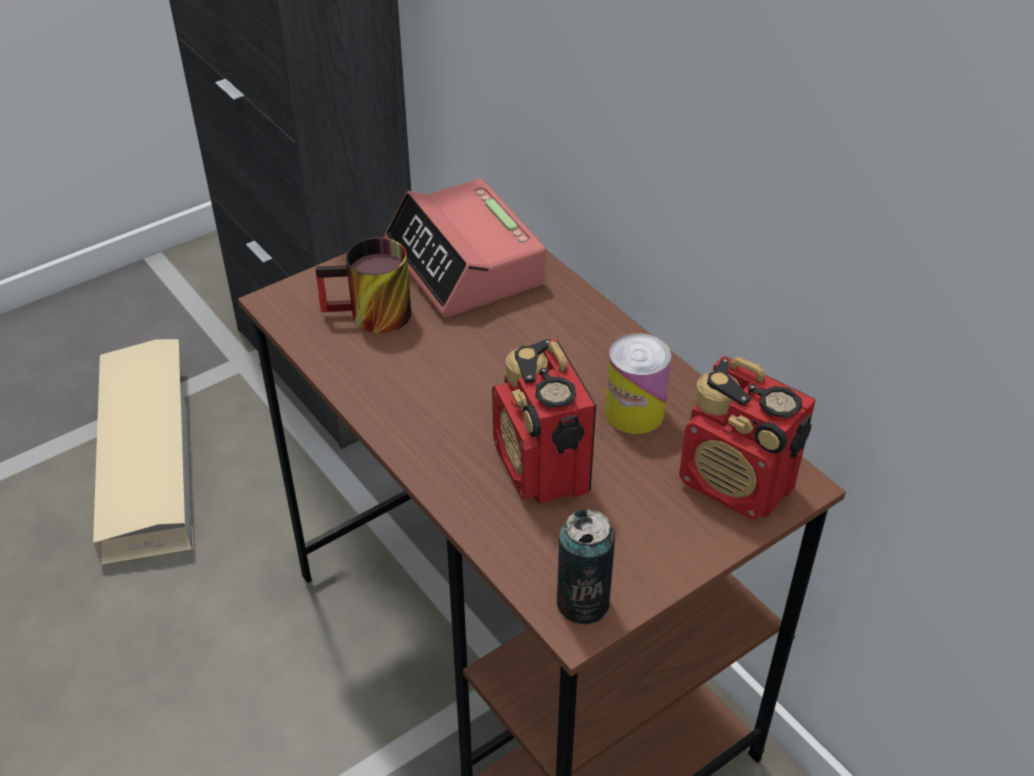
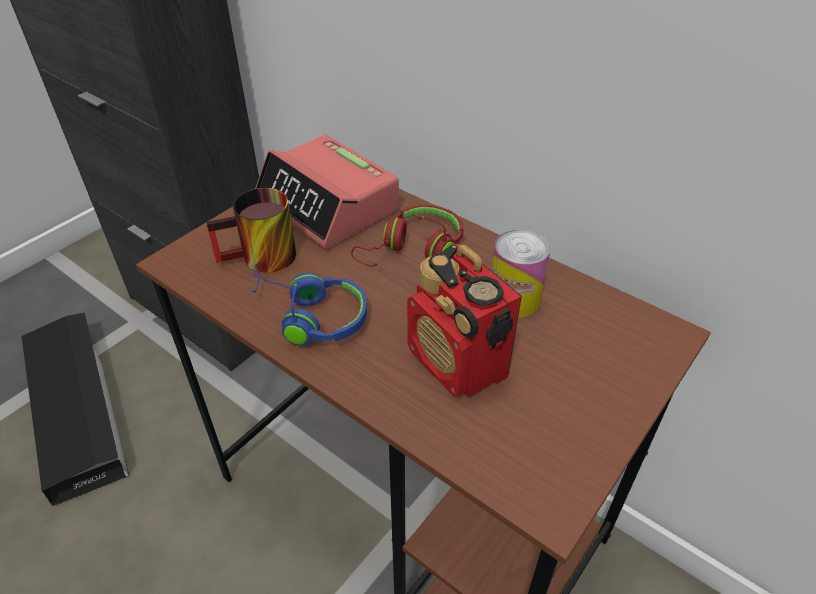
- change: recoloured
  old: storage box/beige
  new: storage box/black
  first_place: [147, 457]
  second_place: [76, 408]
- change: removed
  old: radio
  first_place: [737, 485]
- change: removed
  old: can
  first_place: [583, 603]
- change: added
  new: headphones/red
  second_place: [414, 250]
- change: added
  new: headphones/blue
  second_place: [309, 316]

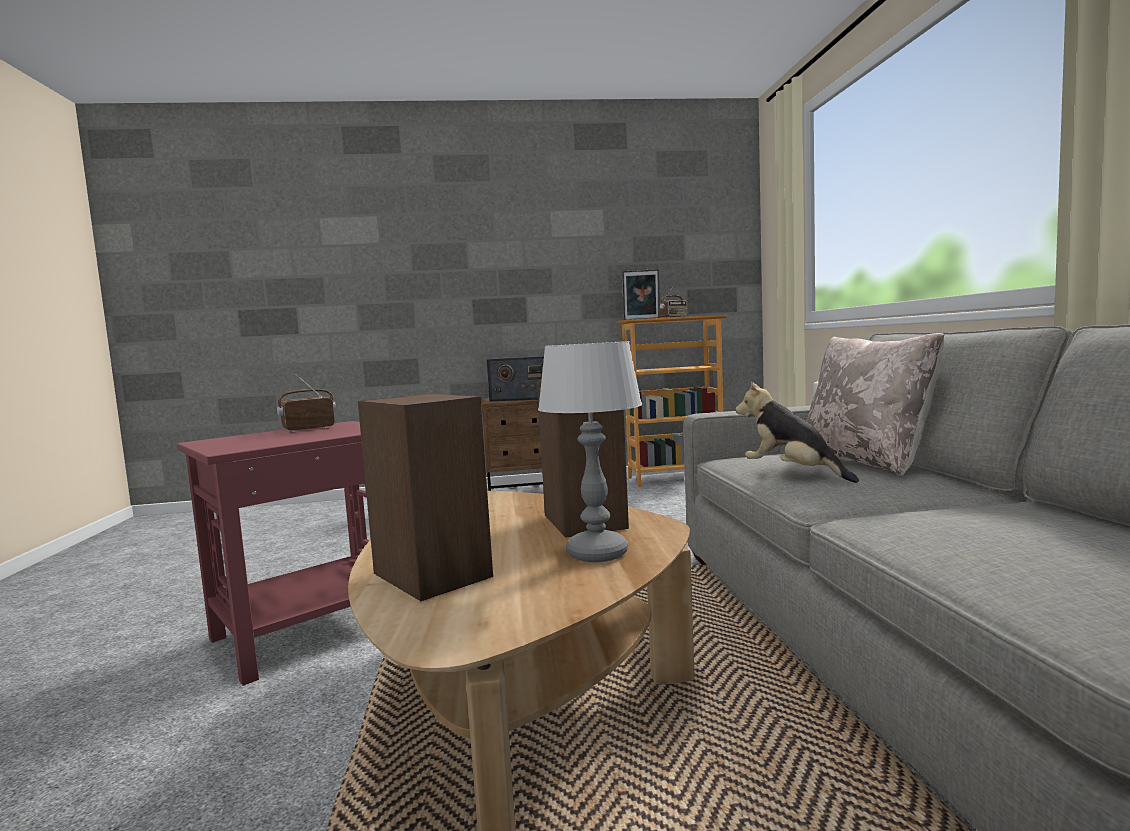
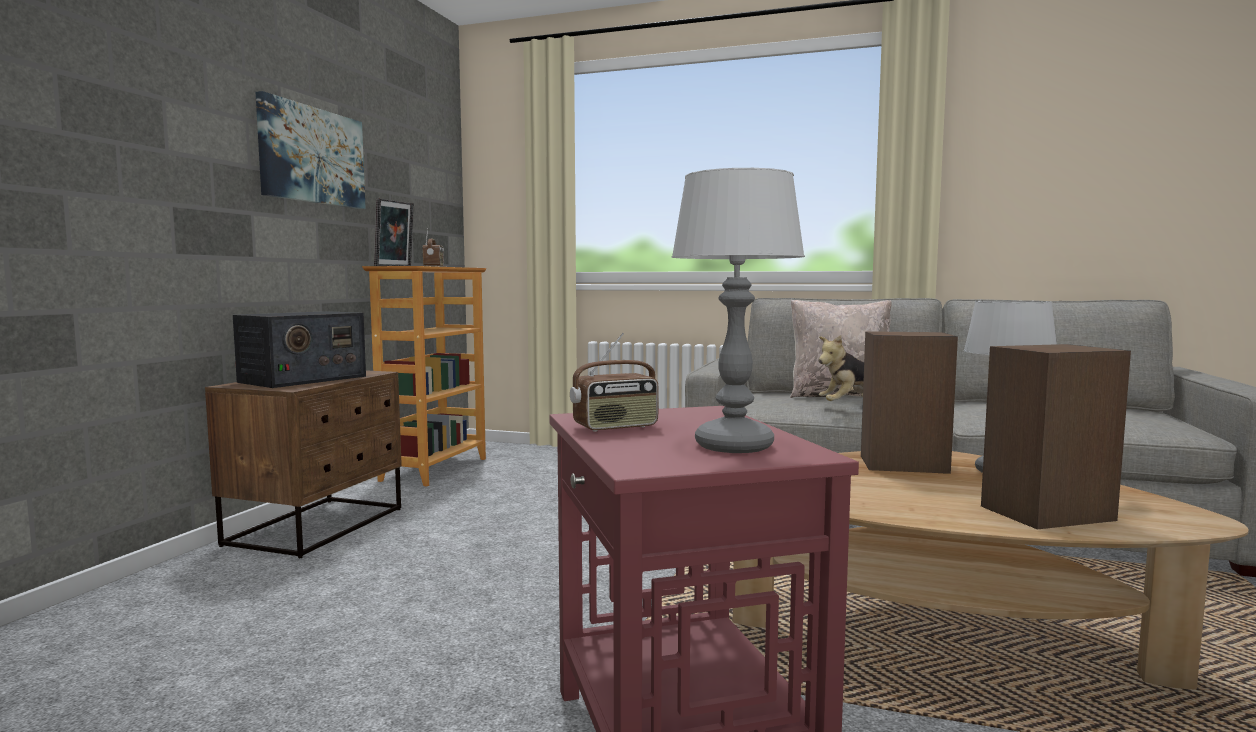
- change: turned
  old: radio
  first_place: [308, 429]
  second_place: [616, 427]
  degrees: -105
- change: added
  new: picture
  second_place: [312, 155]
- change: added
  new: table lamp
  second_place: [732, 445]

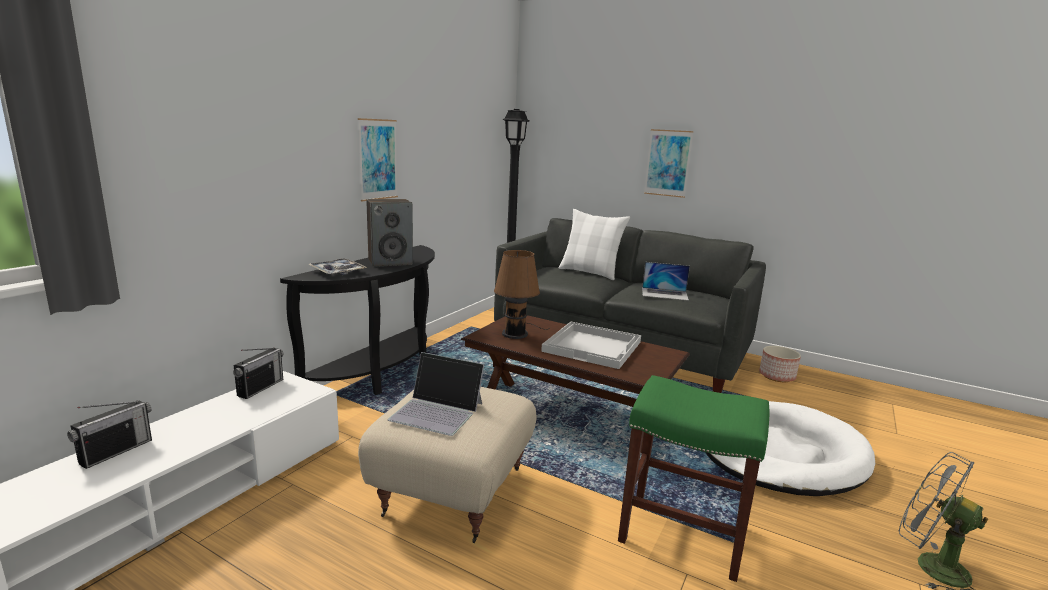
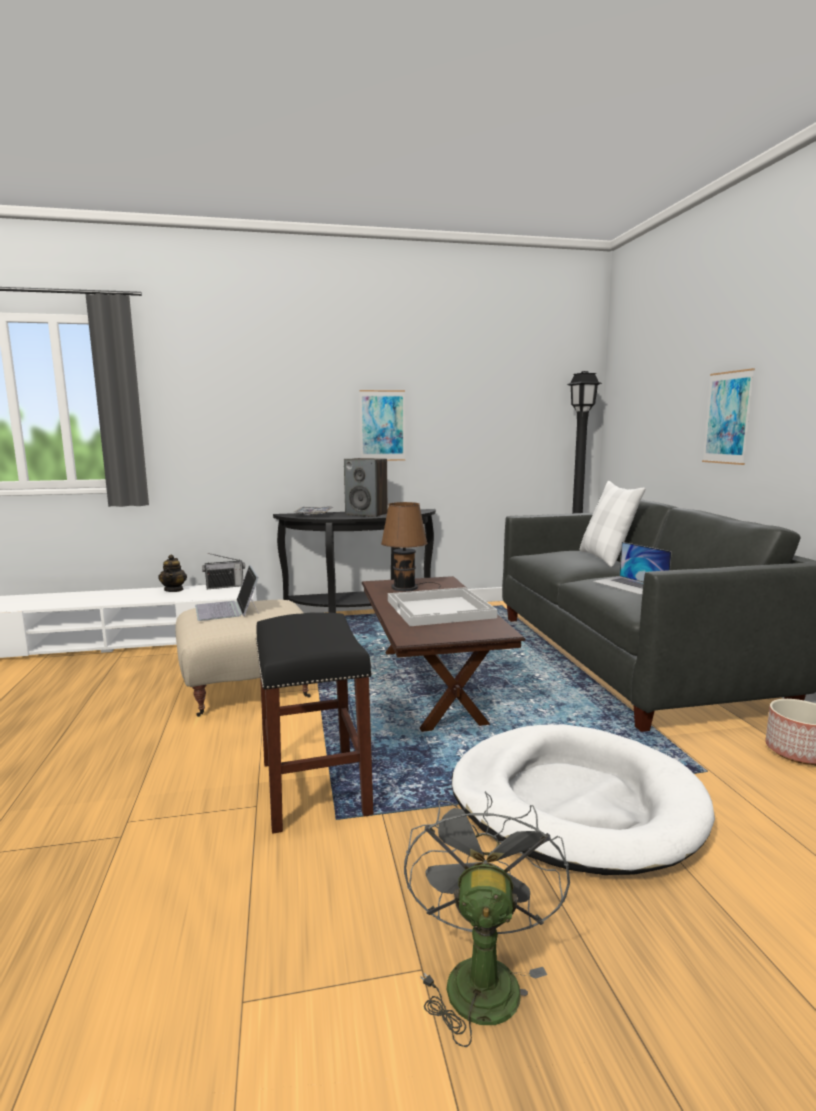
- change: recoloured
  old: stool/green
  new: stool/black
  first_place: [684, 533]
  second_place: [316, 788]
- change: removed
  old: radio
  first_place: [116, 451]
- change: added
  new: teapot
  second_place: [174, 590]

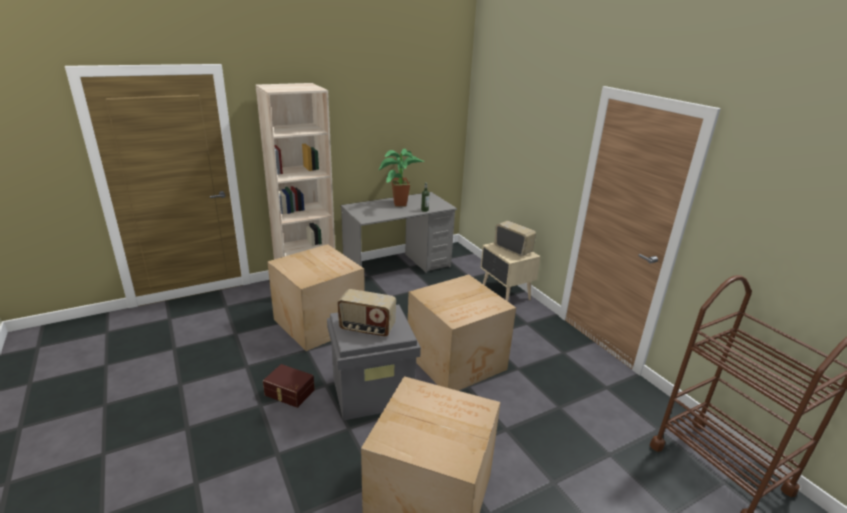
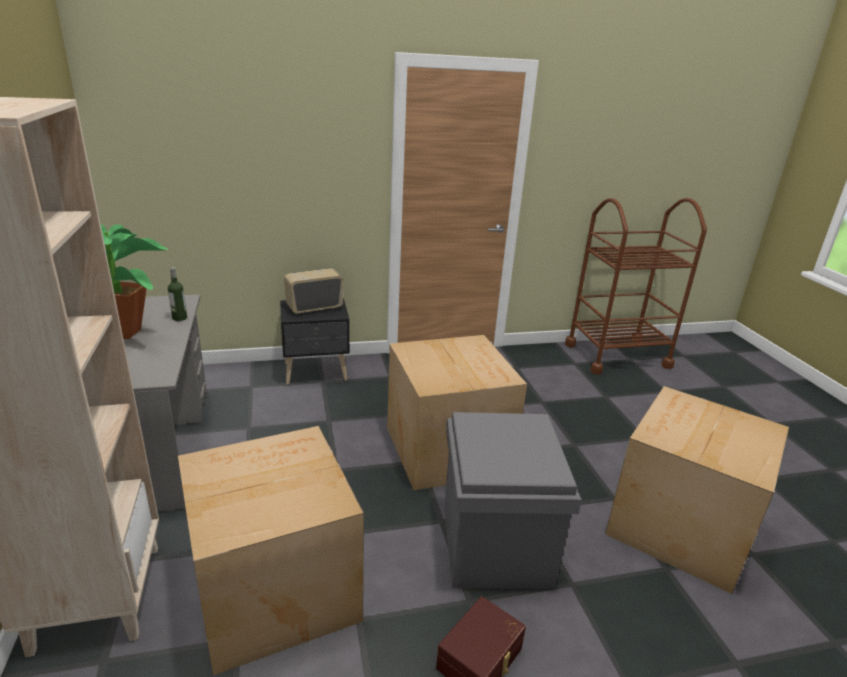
- change: recoloured
  old: nightstand/beige
  new: nightstand/black
  first_place: [505, 294]
  second_place: [316, 372]
- change: removed
  old: radio
  first_place: [367, 328]

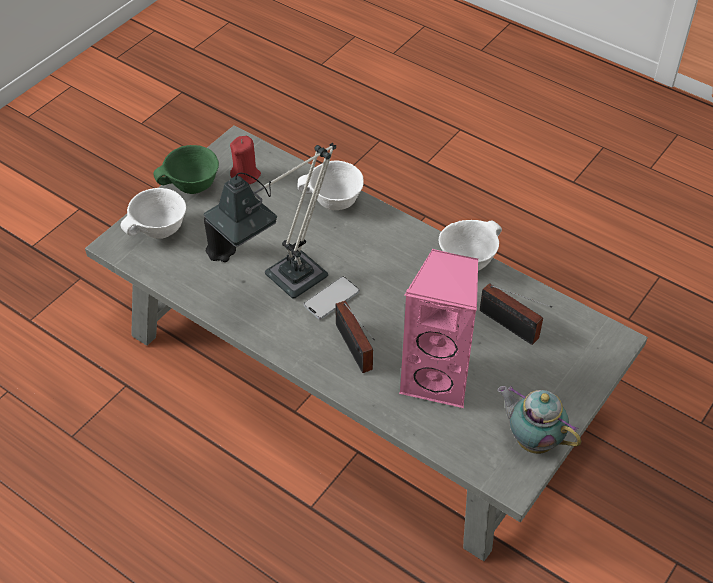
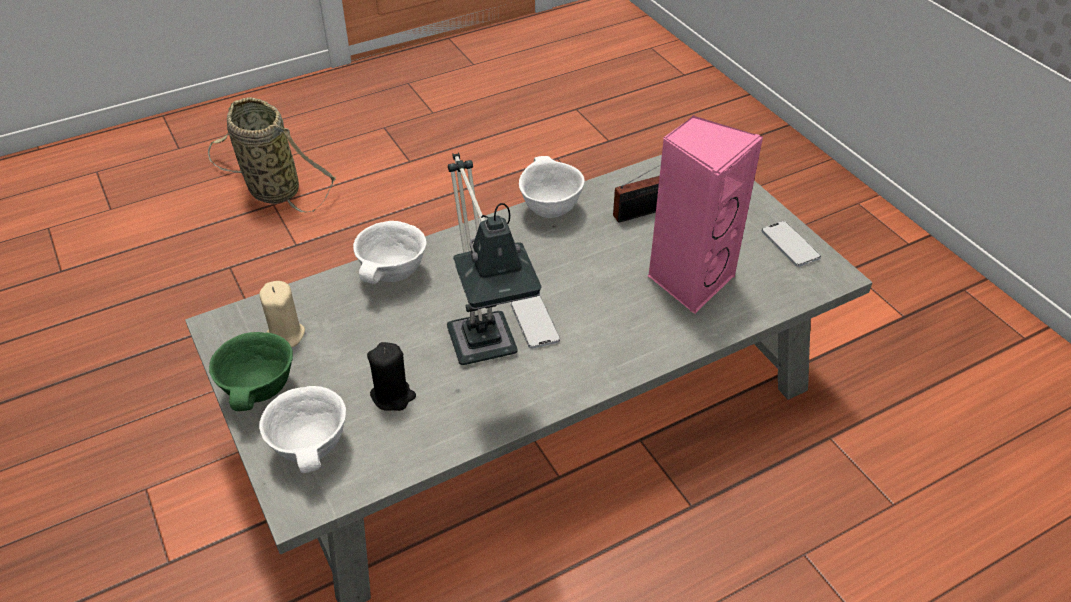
- change: recoloured
  old: candle/red
  new: candle/beige
  first_place: [246, 176]
  second_place: [285, 335]
- change: removed
  old: radio
  first_place: [354, 350]
- change: replaced
  old: teapot
  new: phone
  first_place: [532, 439]
  second_place: [790, 245]
- change: added
  new: basket
  second_place: [270, 189]

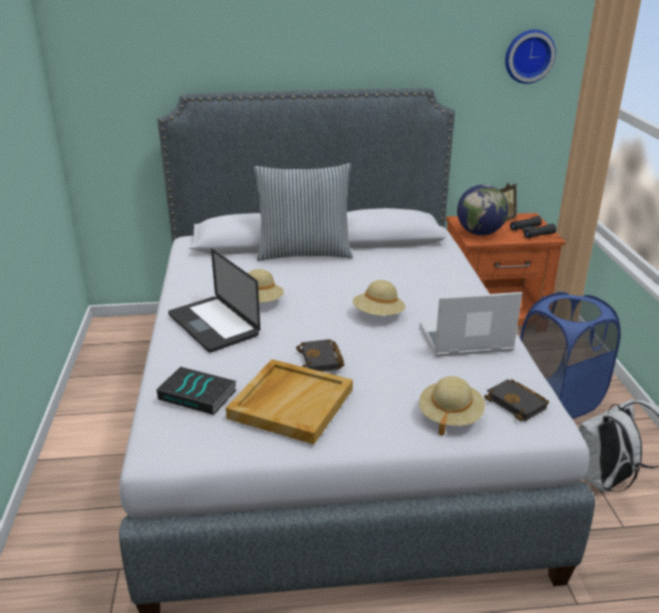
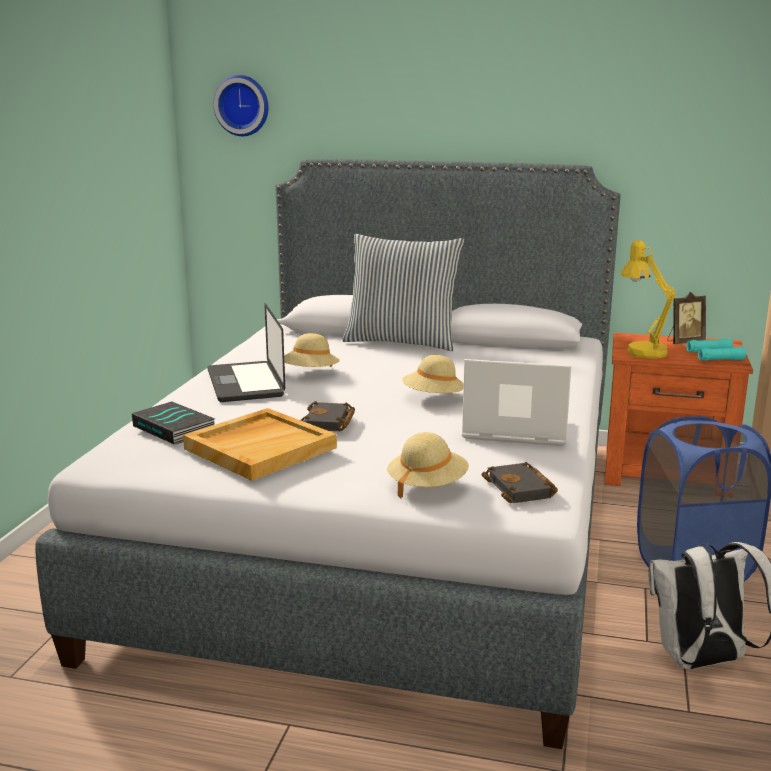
- change: moved
  old: wall clock
  first_place: [528, 56]
  second_place: [243, 105]
- change: replaced
  old: globe
  new: table lamp/yellow
  first_place: [479, 233]
  second_place: [641, 350]
- change: recoloured
  old: binoculars/black
  new: binoculars/turquoise
  first_place: [531, 231]
  second_place: [714, 356]

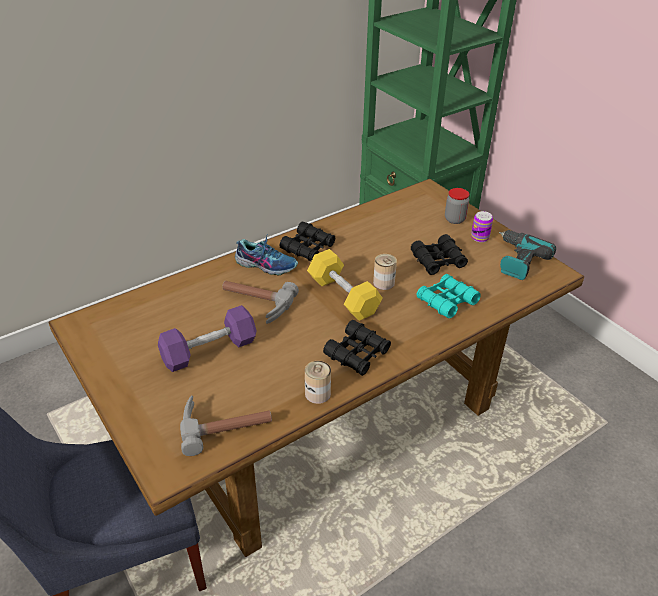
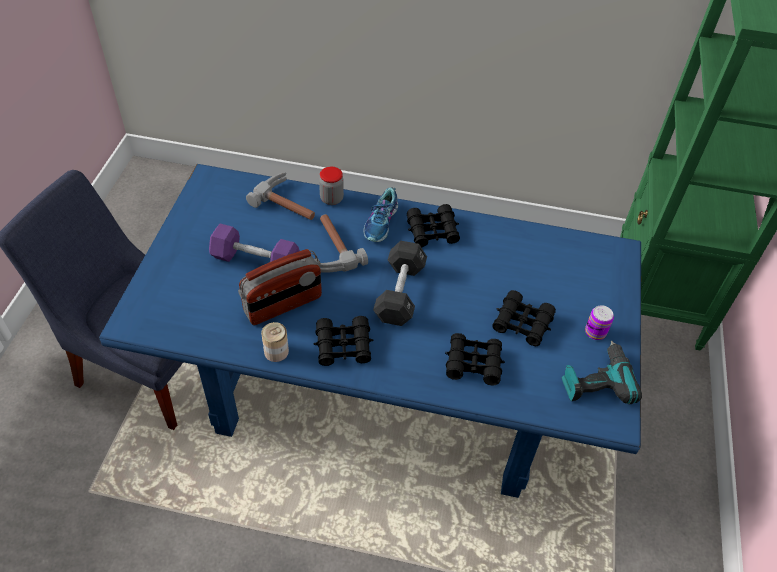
- change: recoloured
  old: dining table/brown
  new: dining table/blue
  first_place: [327, 416]
  second_place: [384, 387]
- change: moved
  old: jar
  first_place: [454, 219]
  second_place: [331, 199]
- change: turned
  old: shoe
  first_place: [266, 264]
  second_place: [381, 223]
  degrees: 45
- change: recoloured
  old: dumbbell/yellow
  new: dumbbell/black
  first_place: [343, 296]
  second_place: [400, 293]
- change: removed
  old: can
  first_place: [383, 283]
- change: recoloured
  old: binoculars/turquoise
  new: binoculars/black
  first_place: [446, 301]
  second_place: [473, 363]
- change: moved
  old: hammer
  first_place: [225, 423]
  second_place: [289, 203]
- change: added
  new: radio
  second_place: [283, 305]

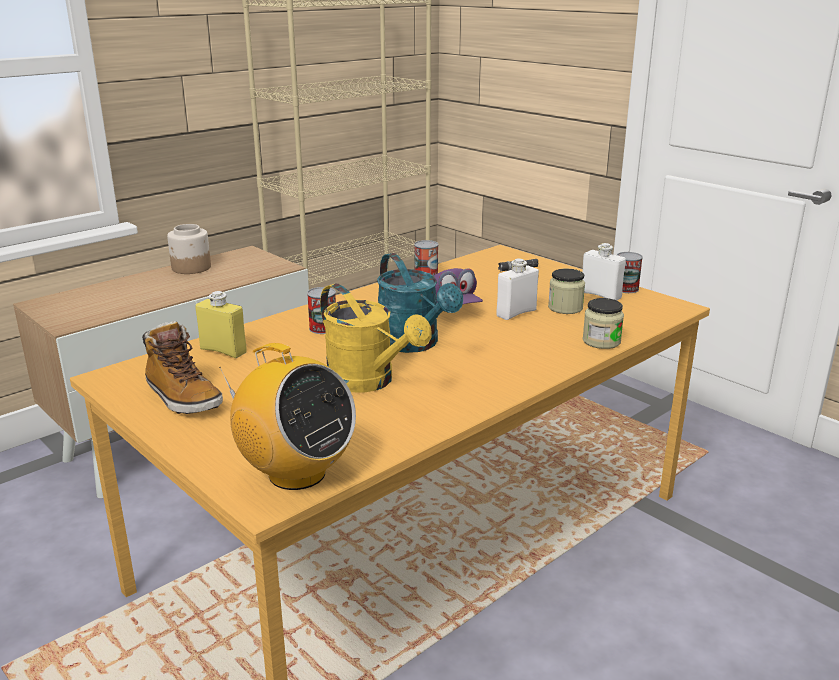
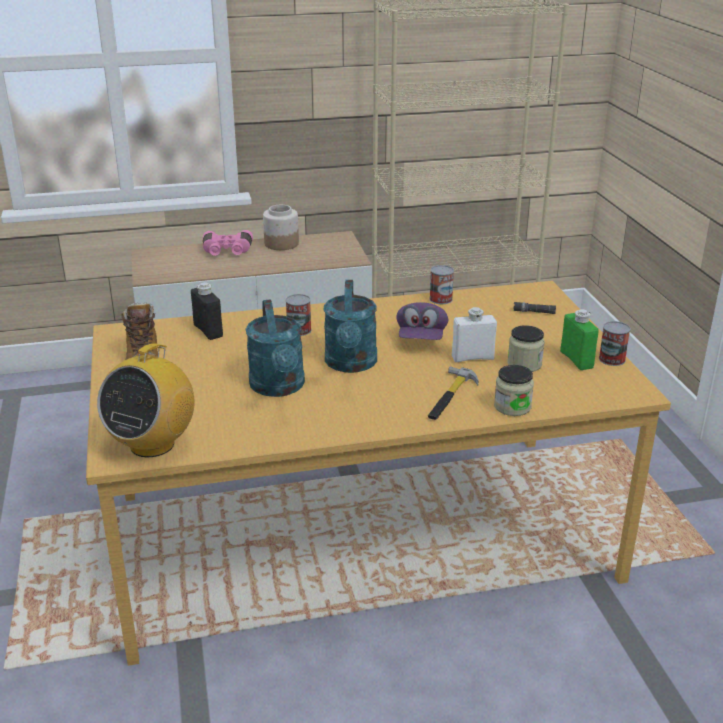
- change: recoloured
  old: bottle/white
  new: bottle/green
  first_place: [600, 295]
  second_place: [576, 360]
- change: recoloured
  old: watering can/yellow
  new: watering can/turquoise
  first_place: [369, 382]
  second_place: [279, 388]
- change: recoloured
  old: bottle/yellow
  new: bottle/black
  first_place: [223, 351]
  second_place: [208, 331]
- change: turned
  old: radio
  first_place: [296, 473]
  second_place: [152, 444]
  degrees: 45
- change: added
  new: binoculars/pink
  second_place: [227, 251]
- change: added
  new: hammer
  second_place: [450, 397]

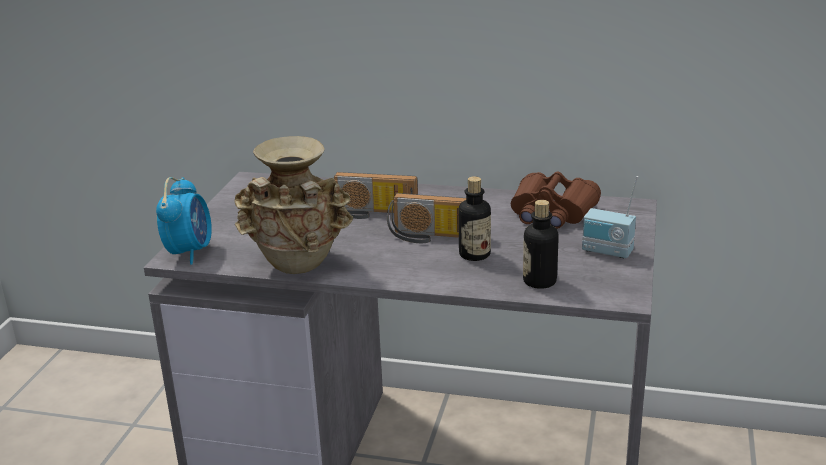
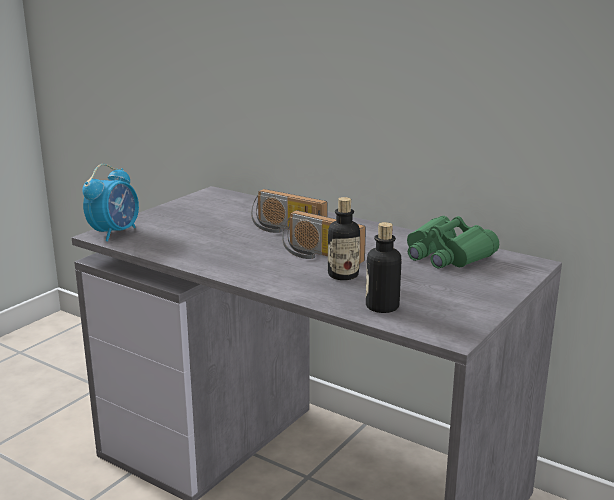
- change: removed
  old: vase/beige
  first_place: [299, 265]
- change: recoloured
  old: binoculars/brown
  new: binoculars/green
  first_place: [551, 212]
  second_place: [446, 255]
- change: removed
  old: radio
  first_place: [607, 252]

